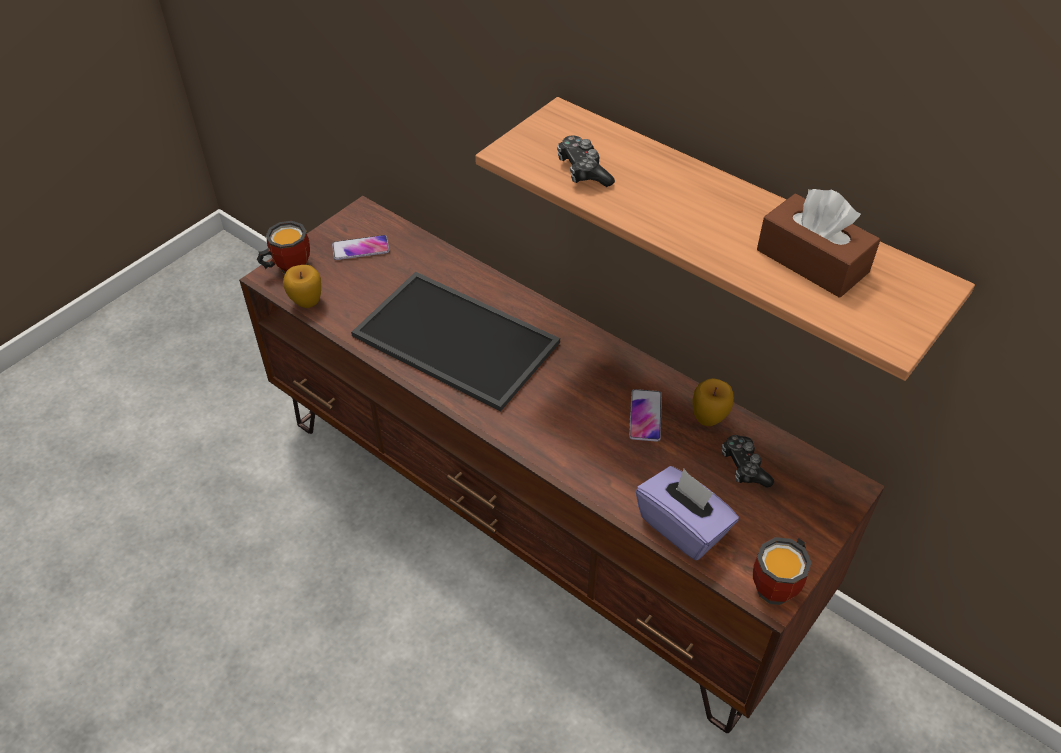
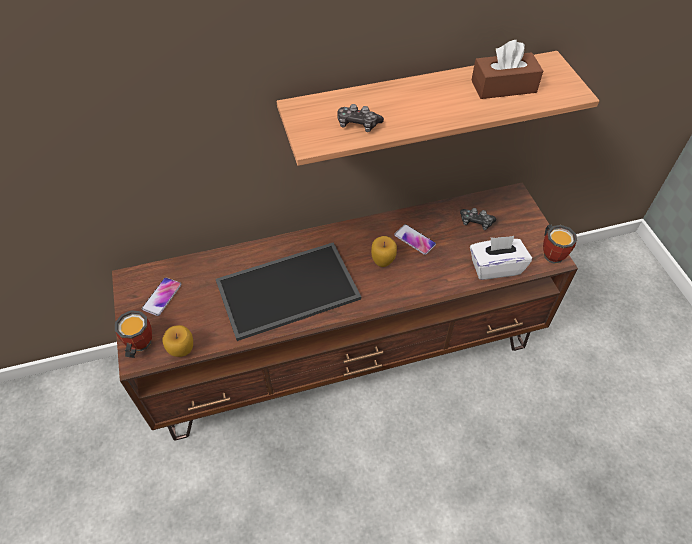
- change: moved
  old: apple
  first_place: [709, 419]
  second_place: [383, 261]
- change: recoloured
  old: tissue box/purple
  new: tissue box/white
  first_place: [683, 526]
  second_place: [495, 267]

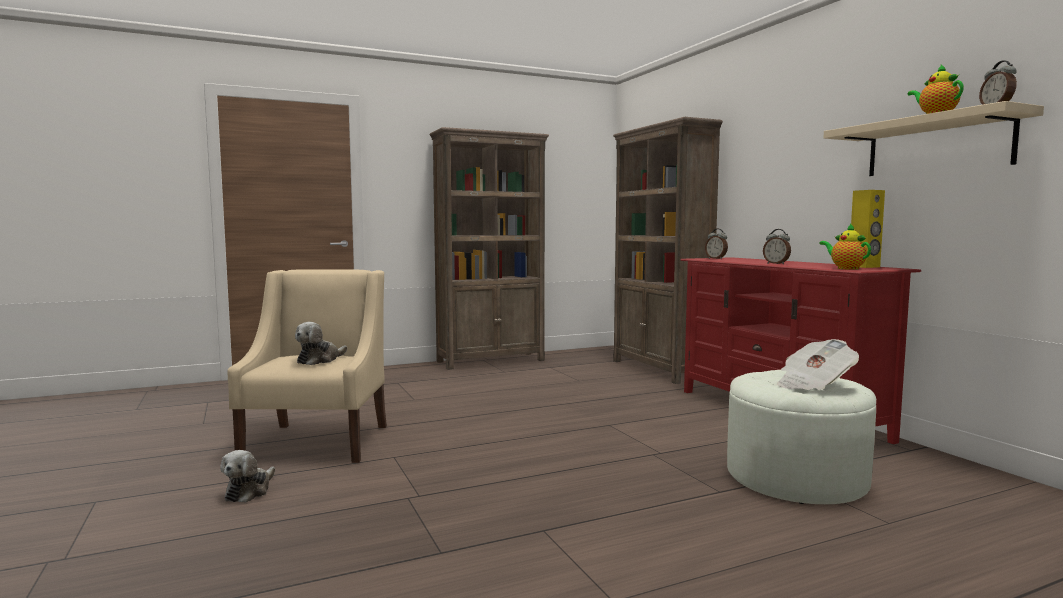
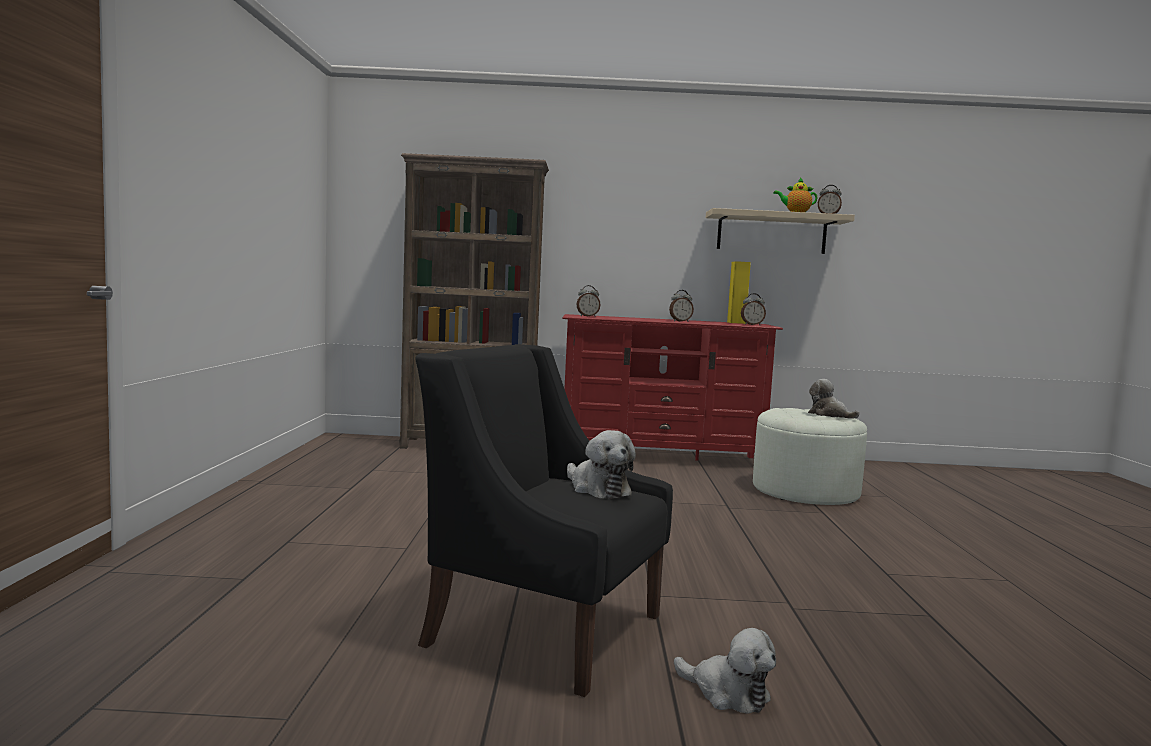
- change: removed
  old: bookcase/brown
  first_place: [491, 361]
- change: replaced
  old: teapot
  new: alarm clock
  first_place: [845, 268]
  second_place: [752, 325]
- change: recoloured
  old: armchair/beige
  new: armchair/black
  first_place: [318, 442]
  second_place: [543, 628]
- change: replaced
  old: newspaper
  new: plush toy
  first_place: [813, 385]
  second_place: [829, 415]

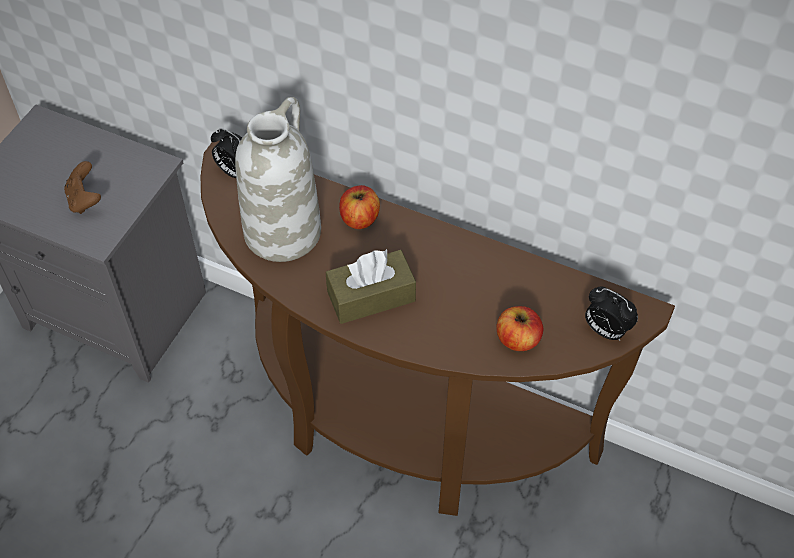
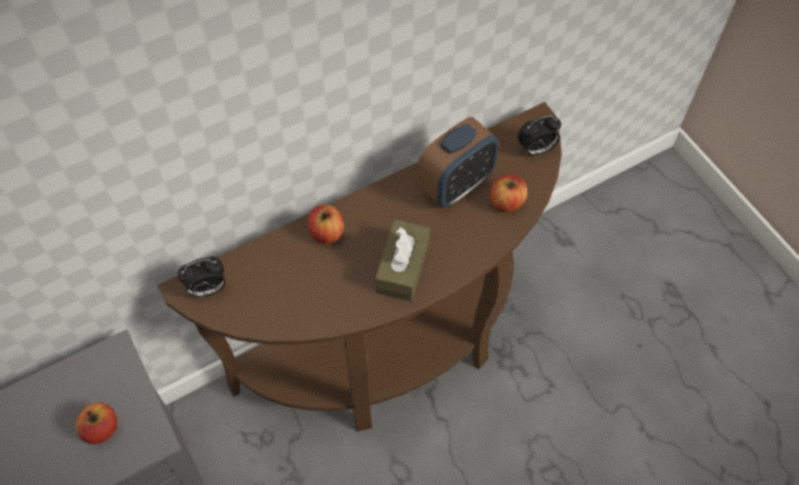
- change: removed
  old: vase/white
  first_place: [282, 230]
- change: replaced
  old: game controller/brown
  new: apple
  first_place: [85, 200]
  second_place: [102, 429]
- change: added
  new: alarm clock
  second_place: [456, 185]

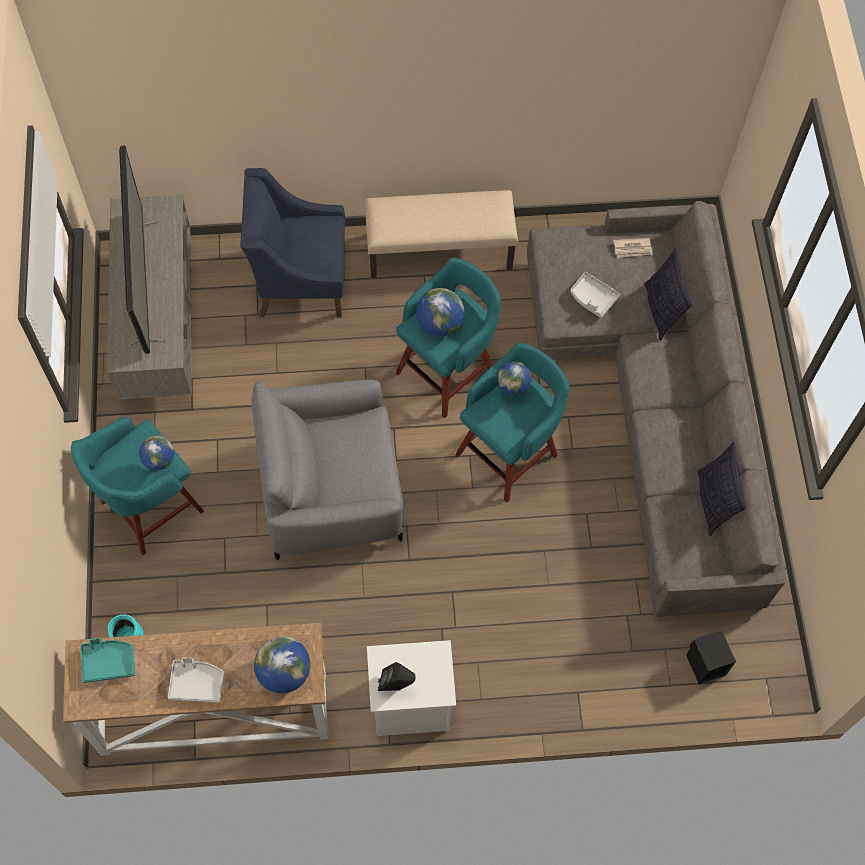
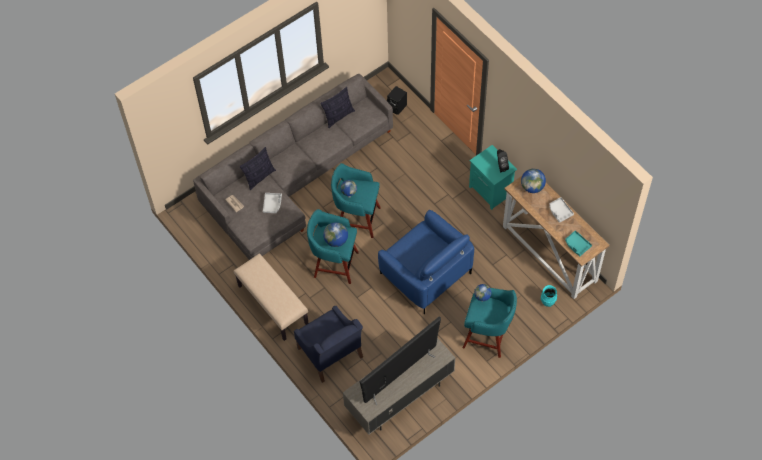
- change: recoloured
  old: armchair/grey
  new: armchair/blue
  first_place: [331, 490]
  second_place: [425, 273]
- change: recoloured
  old: nightstand/white
  new: nightstand/turquoise
  first_place: [409, 705]
  second_place: [491, 191]

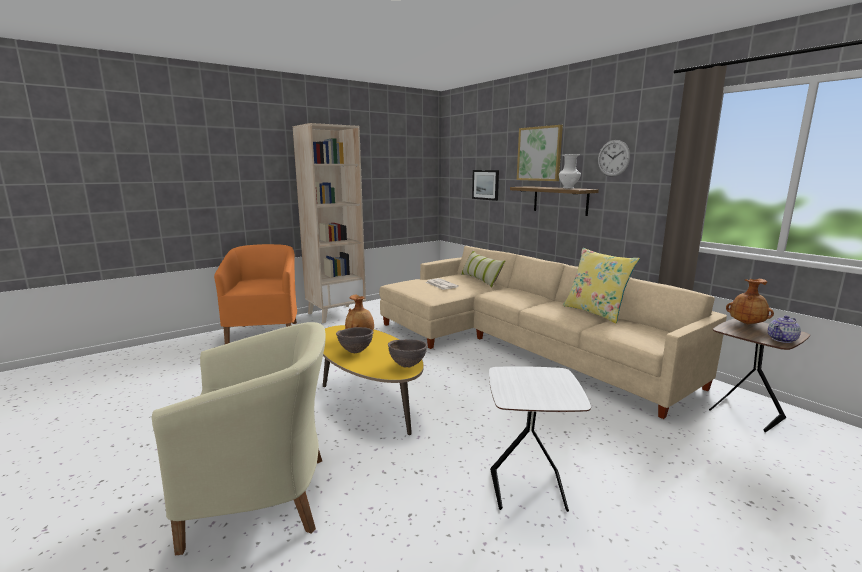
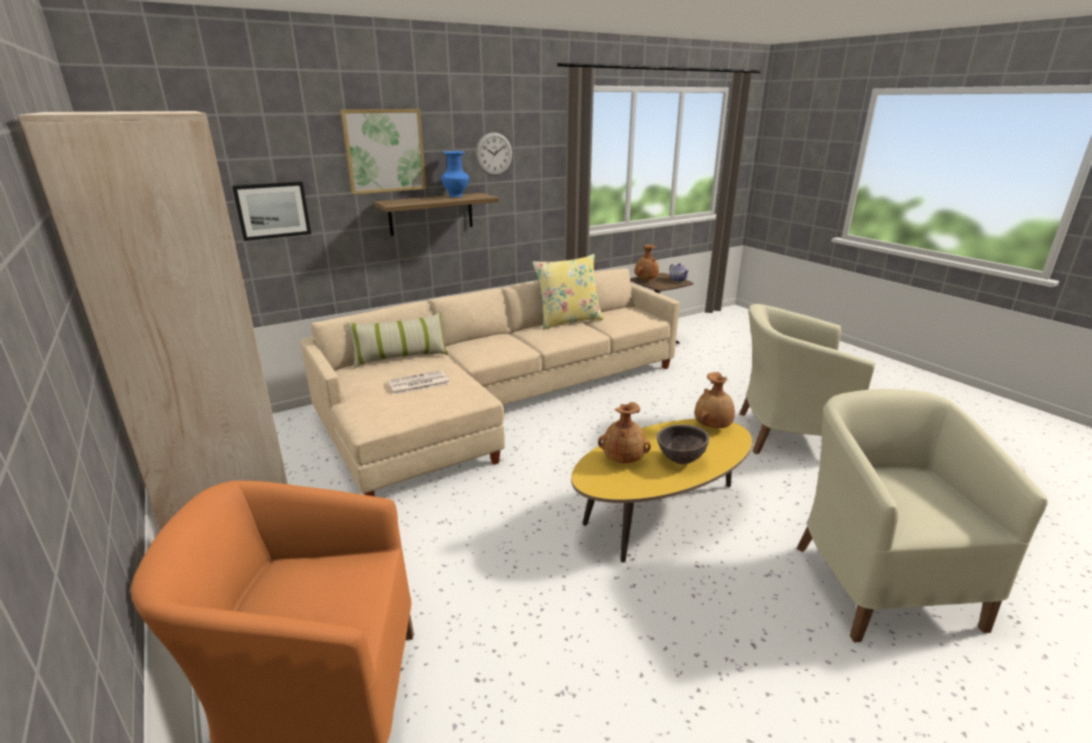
- change: recoloured
  old: vase/white
  new: vase/blue
  first_place: [569, 188]
  second_place: [456, 196]
- change: replaced
  old: bowl/brown
  new: vase/brown
  first_place: [407, 365]
  second_place: [713, 427]
- change: replaced
  old: side table/white
  new: armchair/beige
  first_place: [529, 491]
  second_place: [786, 434]

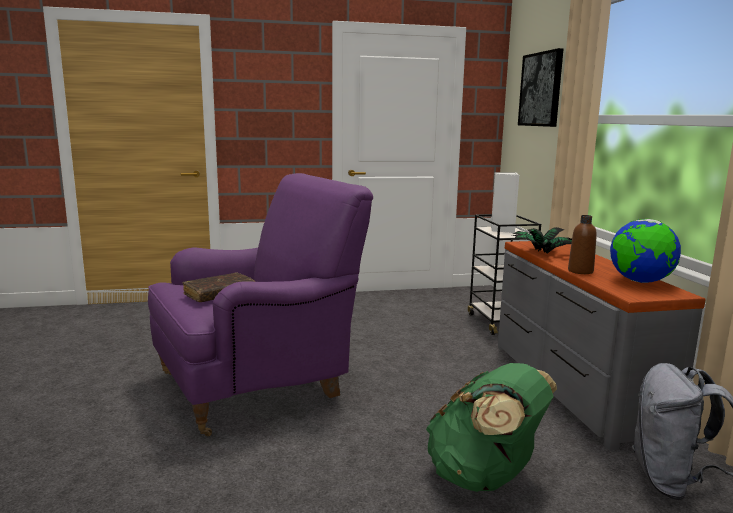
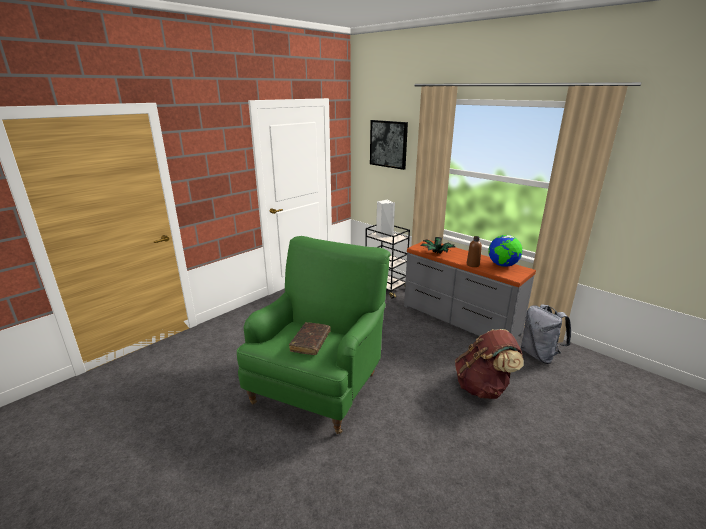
- change: recoloured
  old: armchair/purple
  new: armchair/green
  first_place: [257, 384]
  second_place: [319, 385]
- change: recoloured
  old: backpack/green
  new: backpack/brown
  first_place: [485, 477]
  second_place: [483, 387]

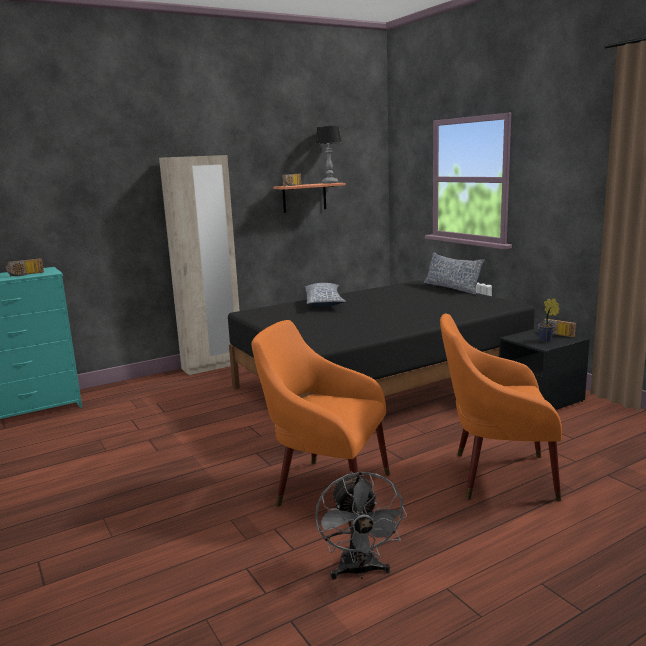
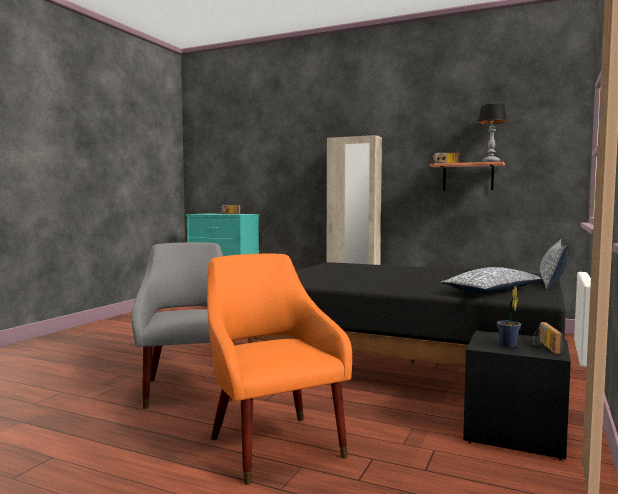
- change: moved
  old: pillow
  first_place: [324, 302]
  second_place: [493, 292]
- change: recoloured
  old: armchair/orange
  new: armchair/grey
  first_place: [326, 487]
  second_place: [189, 387]
- change: removed
  old: fan/grey
  first_place: [359, 571]

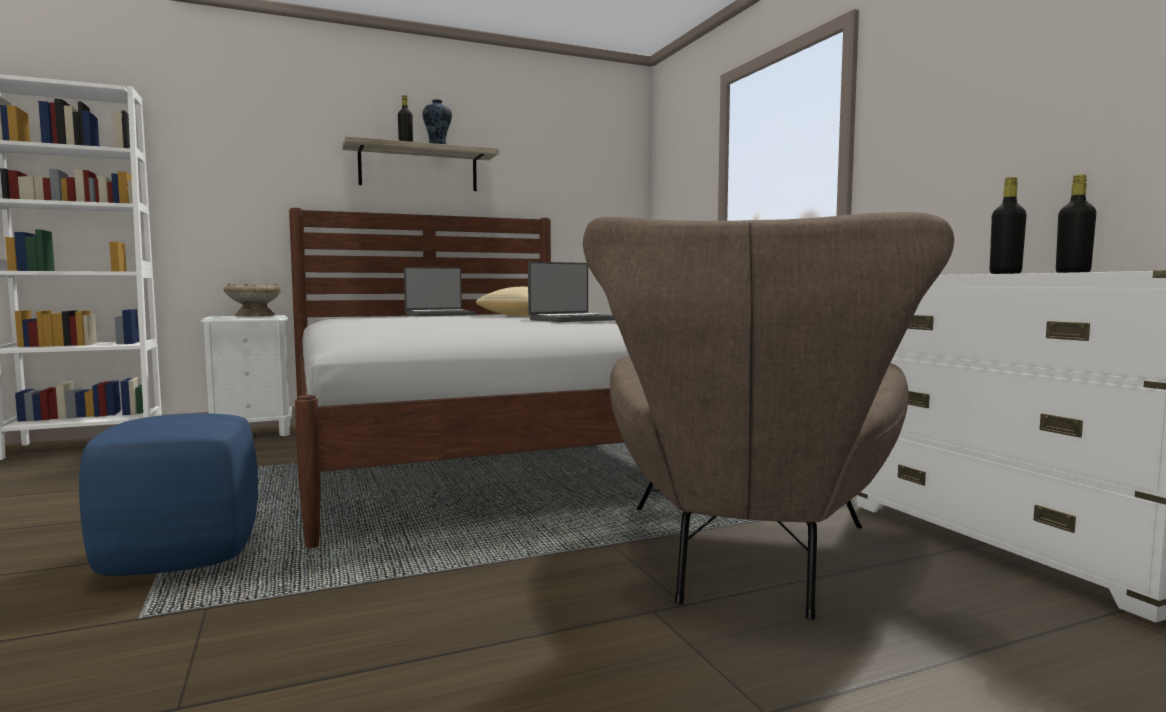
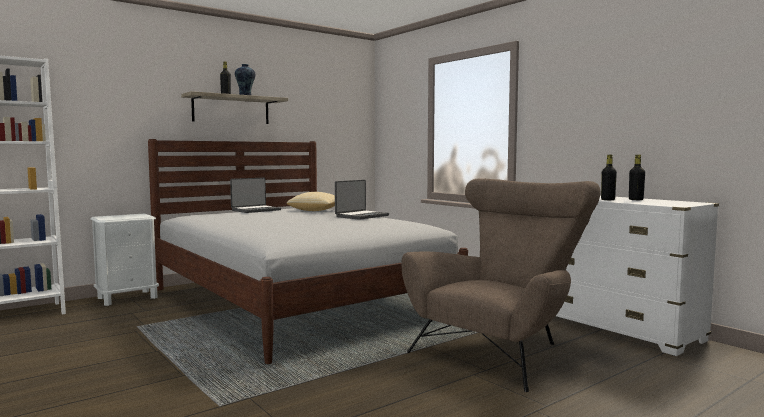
- change: turned
  old: armchair/brown
  first_place: [747, 564]
  second_place: [501, 349]
  degrees: -135
- change: removed
  old: bowl/beige
  first_place: [253, 316]
- change: removed
  old: ottoman/blue
  first_place: [180, 558]

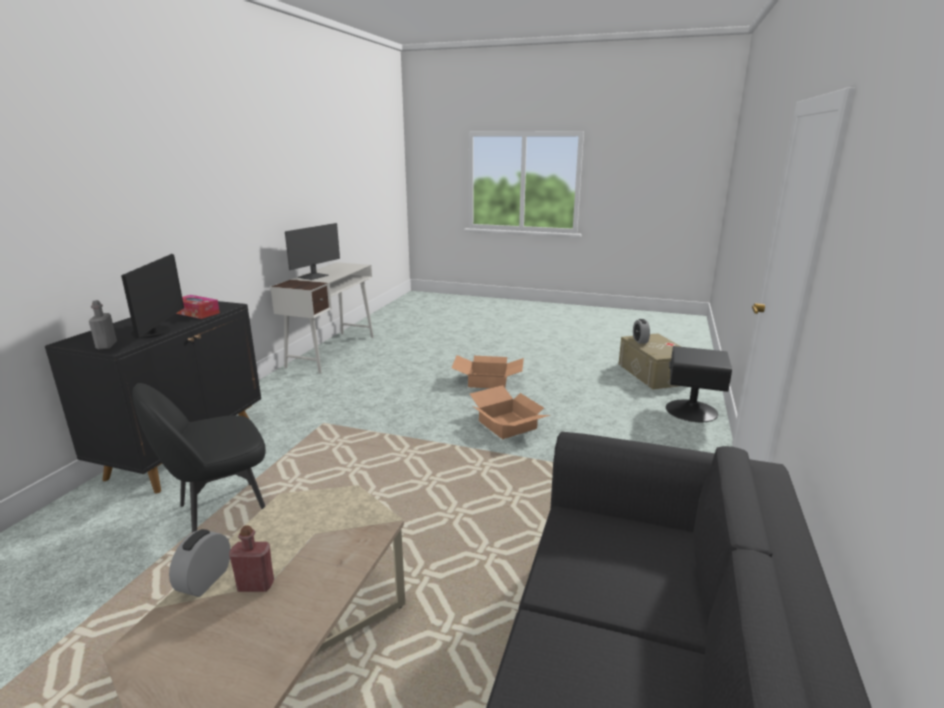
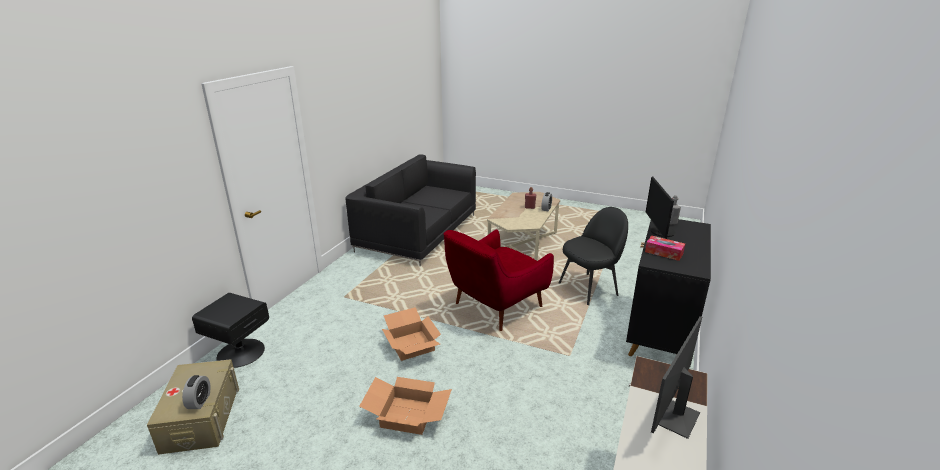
- change: added
  new: armchair/red
  second_place: [495, 307]

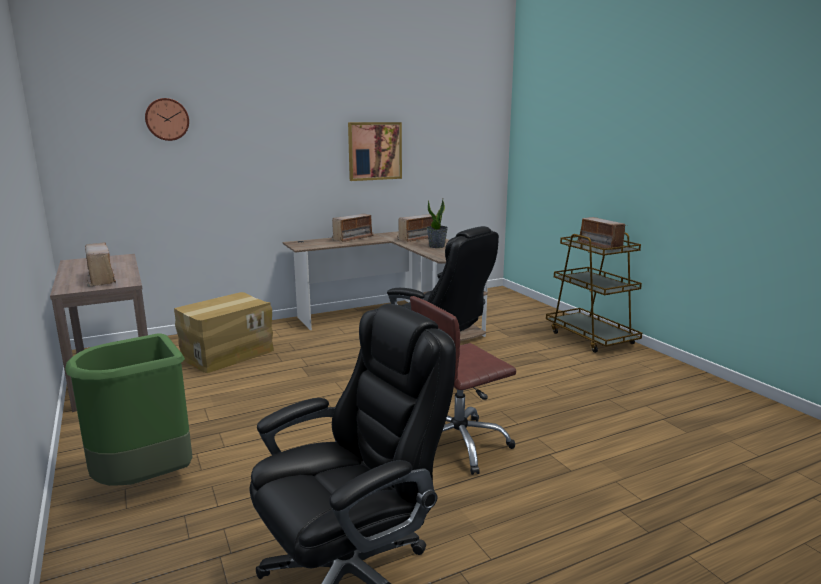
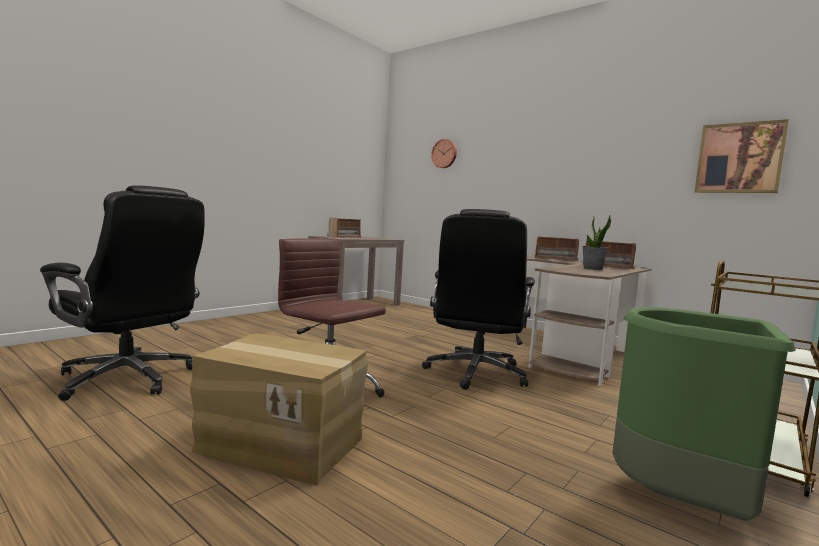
- change: moved
  old: picture
  first_place: [374, 151]
  second_place: [739, 158]
- change: removed
  old: radio
  first_place: [600, 246]
- change: moved
  old: cardboard box
  first_place: [227, 354]
  second_place: [282, 443]
- change: moved
  old: trash can/green
  first_place: [146, 480]
  second_place: [681, 505]

